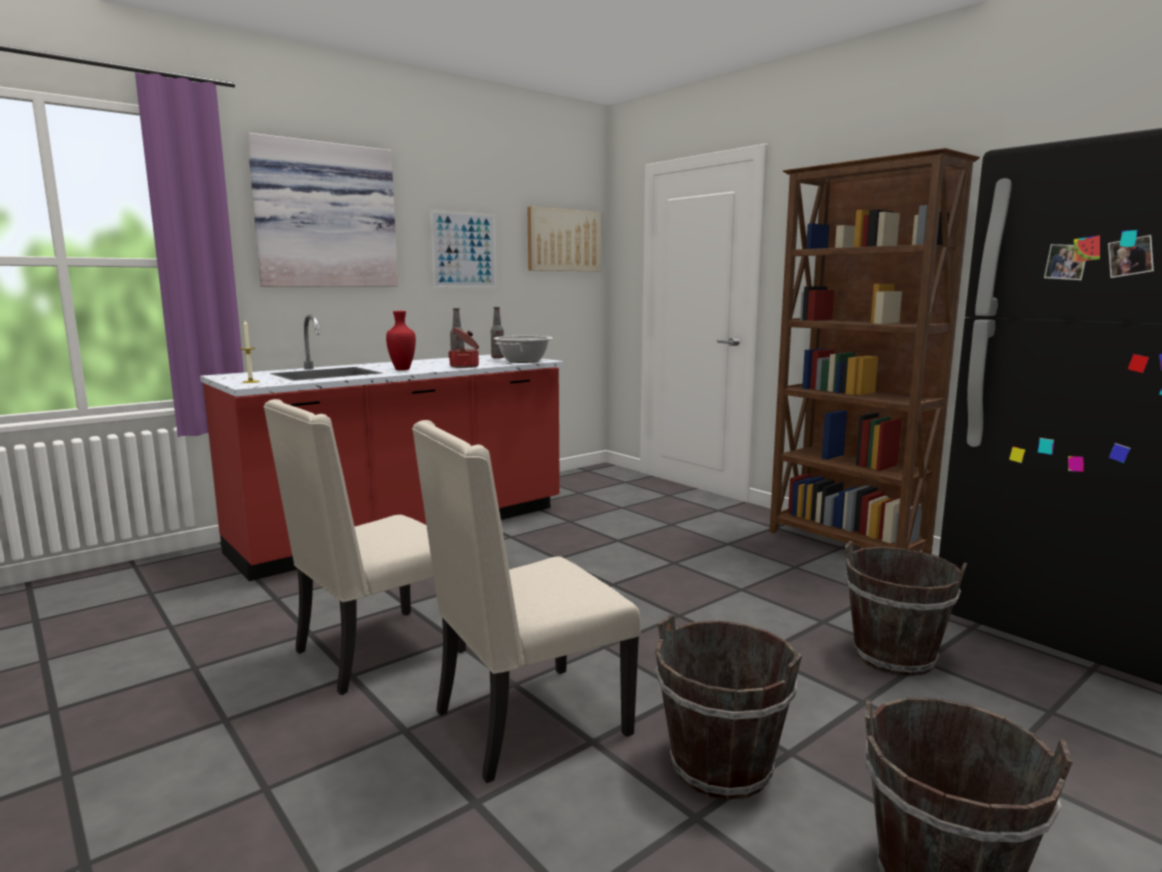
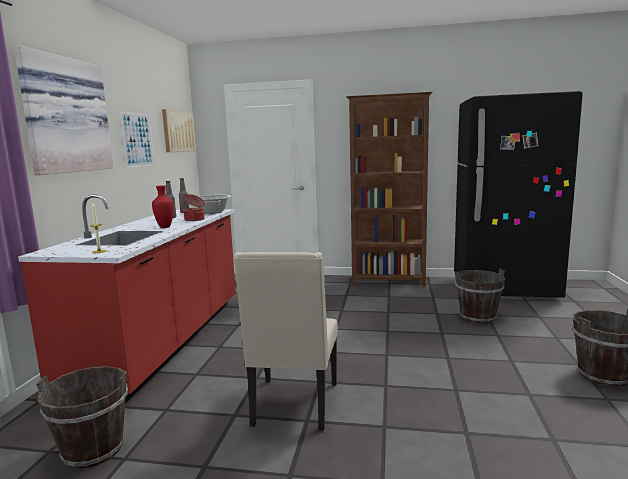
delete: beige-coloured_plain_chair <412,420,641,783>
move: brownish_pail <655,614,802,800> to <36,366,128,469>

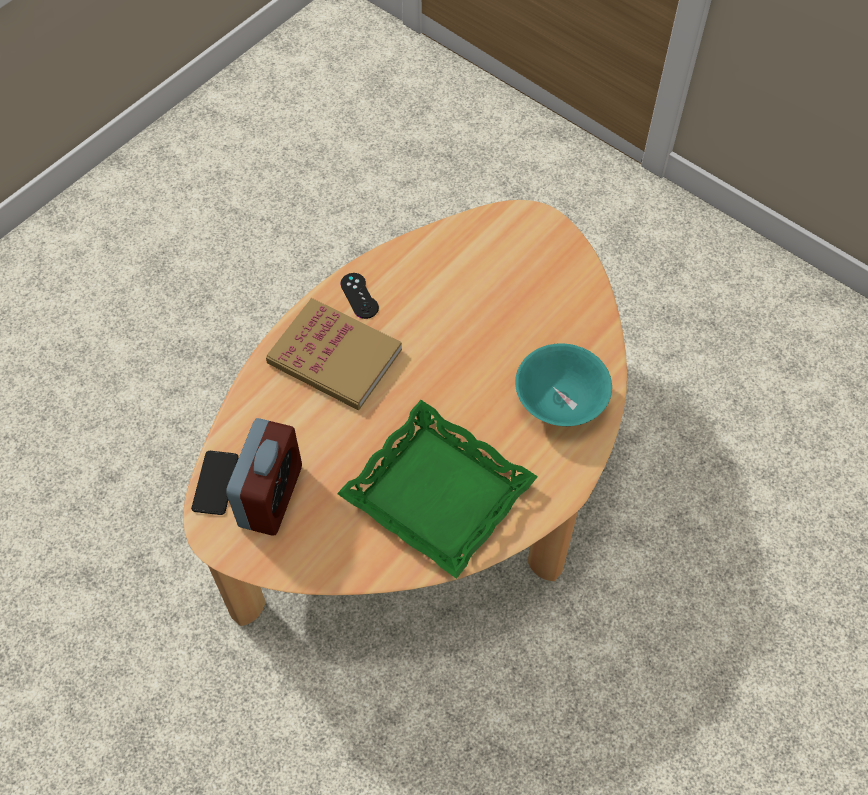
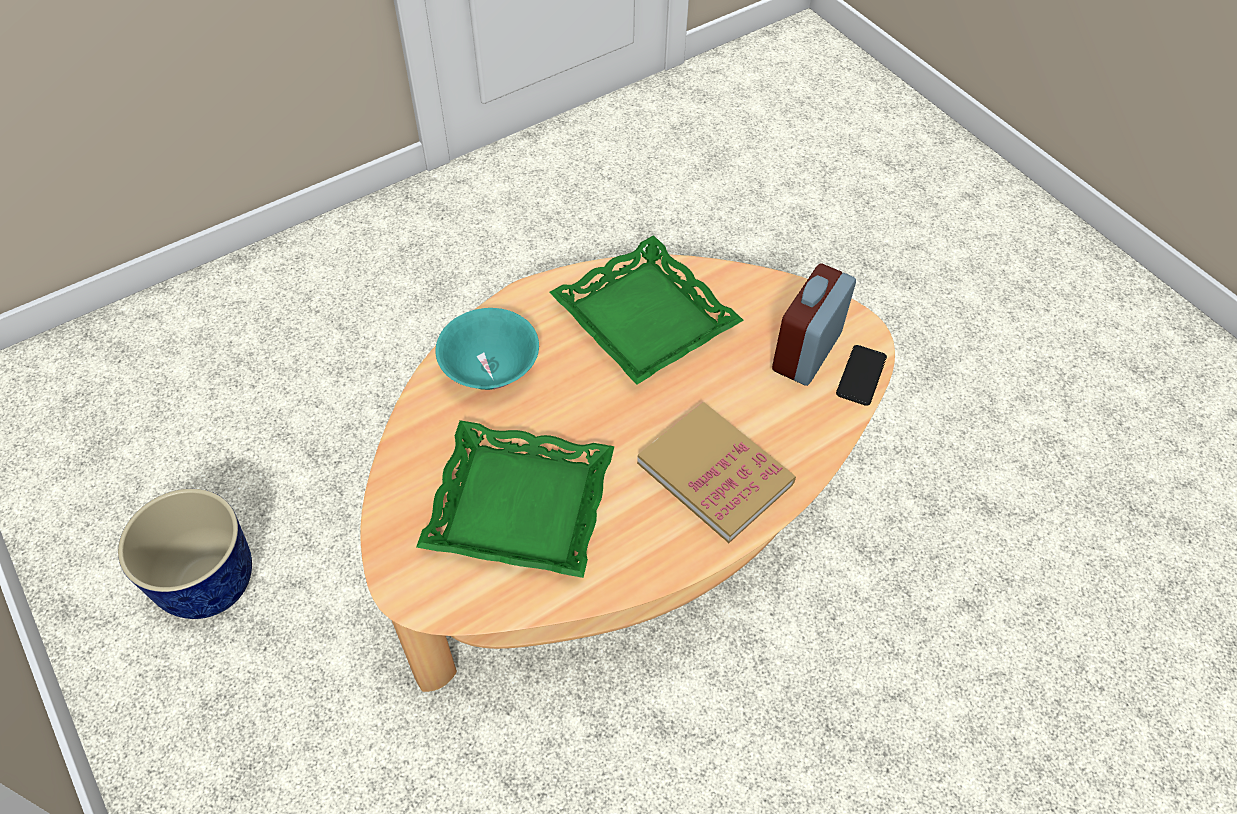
delete: black_joypad <340,273,379,319>
insert: greenish_tray <416,420,614,578>; flower_pot <118,489,252,619>

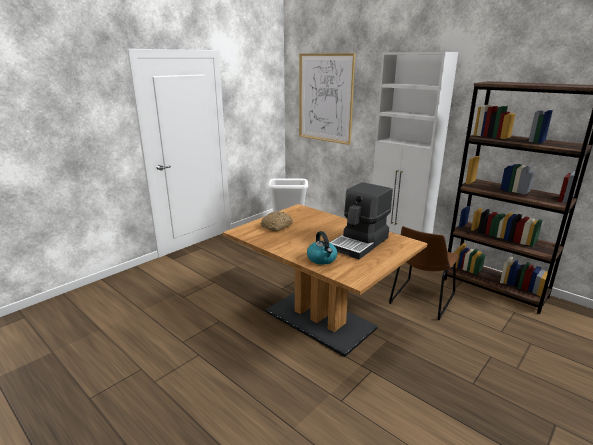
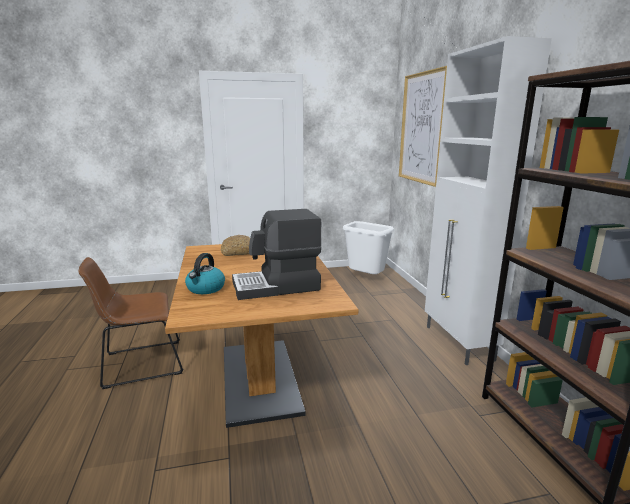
move: brownish_plain_chair <389,226,459,320> to <79,257,183,389>

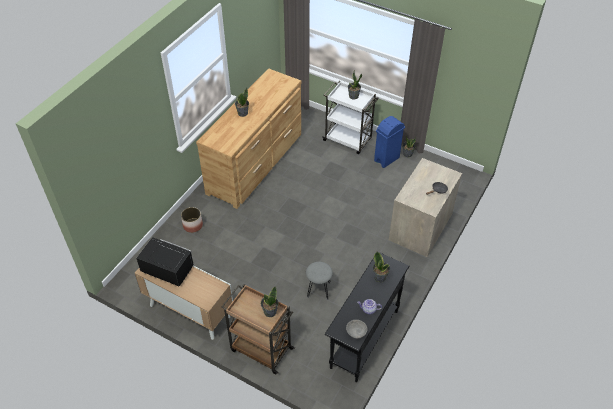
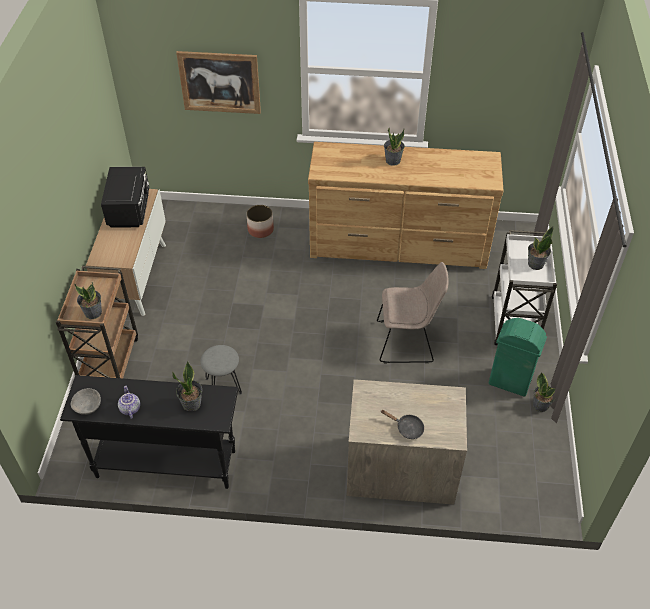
insert: wall_picture <176,51,261,114>; beige-coloured_plain_chair <377,262,449,364>
recolor: blue-coloured_trash_can <374,116,405,168> to greenish_trash_can <489,318,547,397>

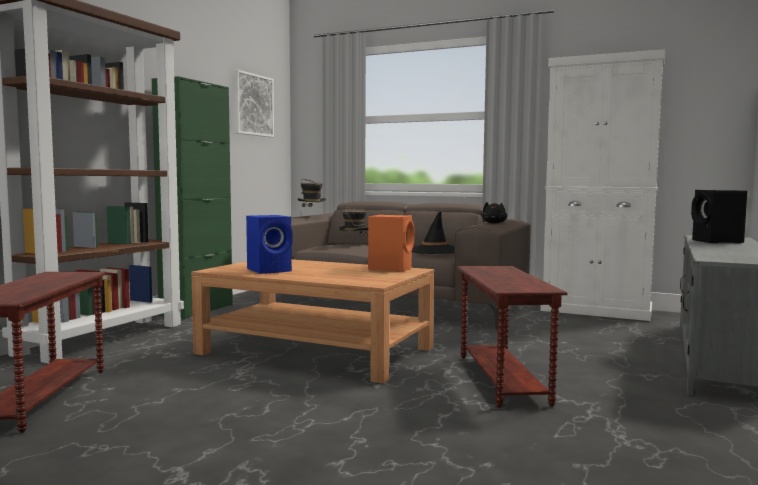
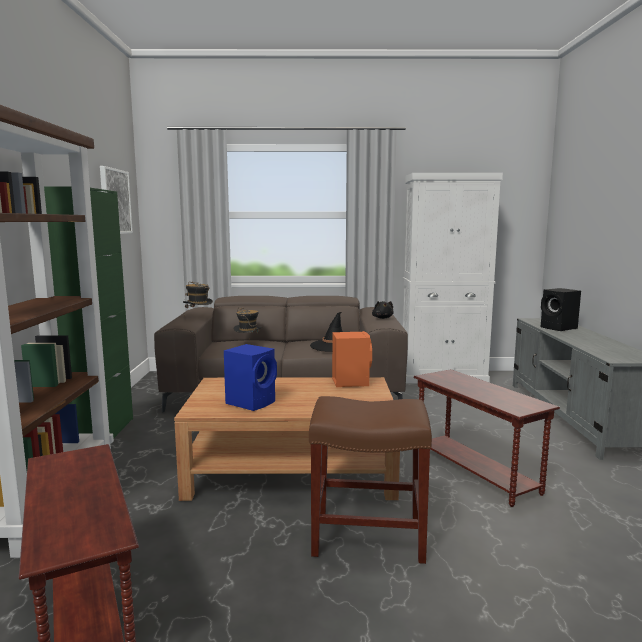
insert: brownish_stool <309,396,432,564>

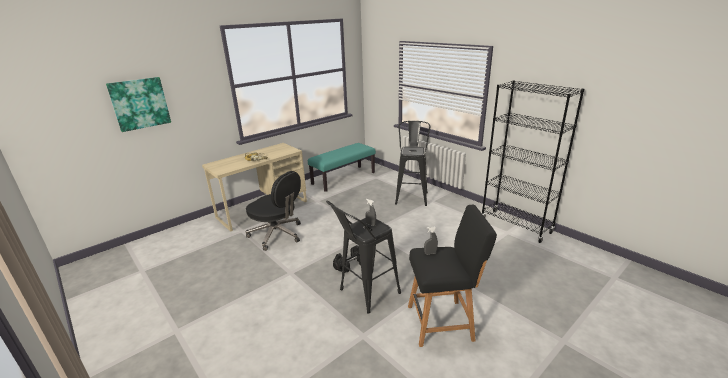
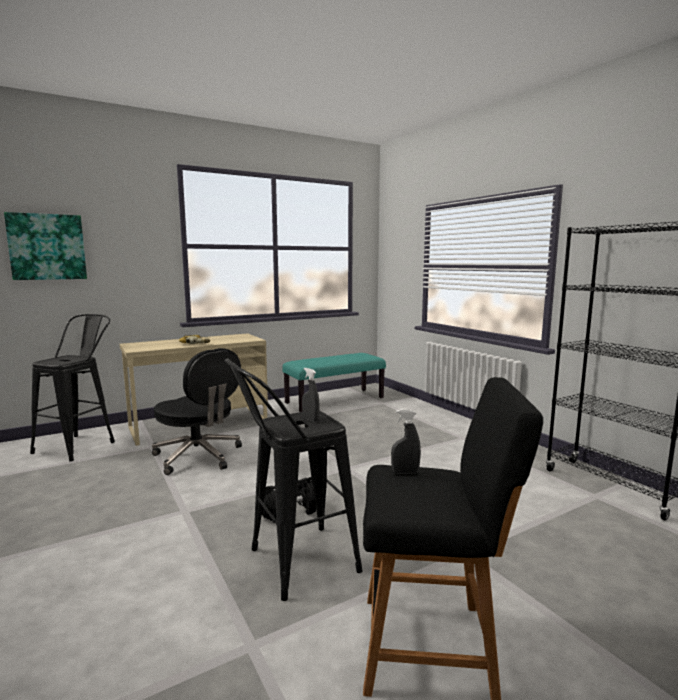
move: black_stool <395,121,431,206> to <30,314,115,462>

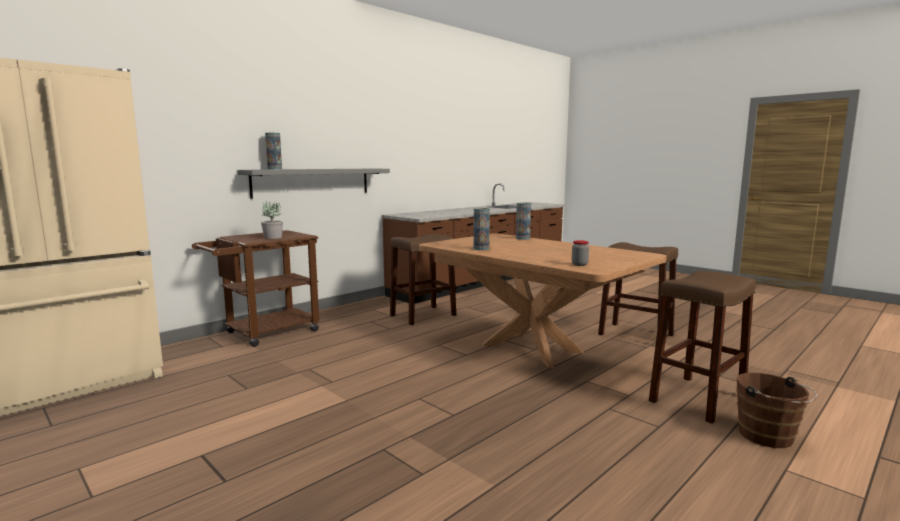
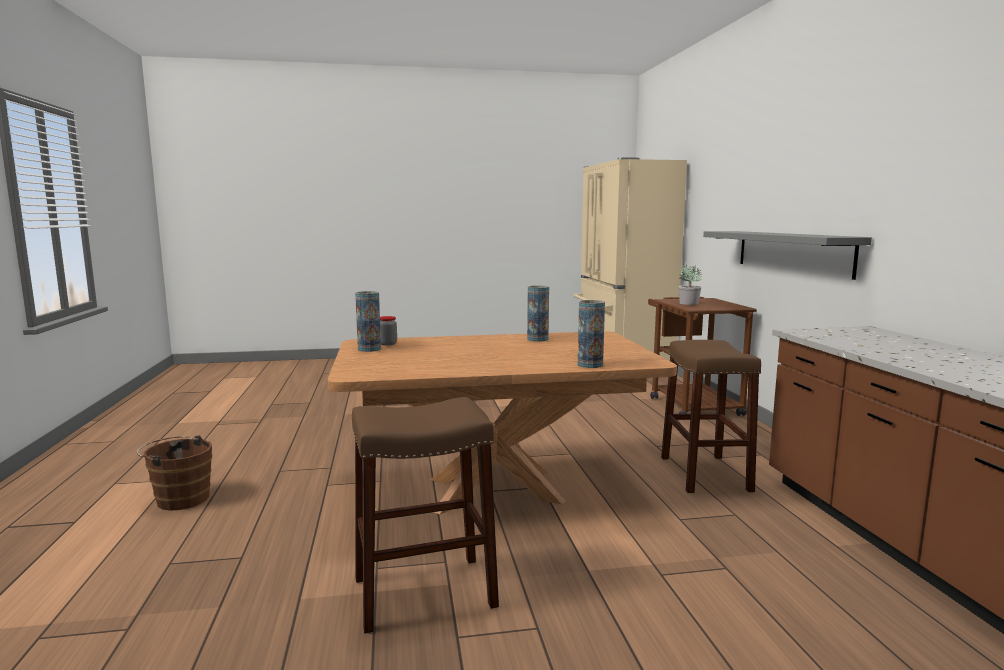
delete: brownish_stool <649,270,756,424>
move: flower_vase <265,133,282,169> to <355,291,381,352>

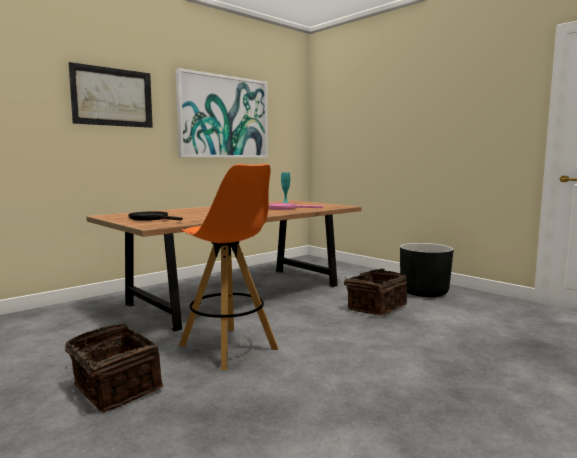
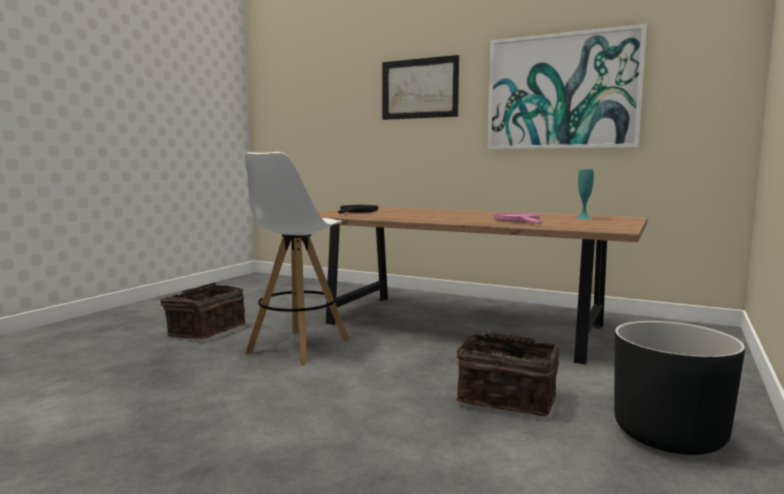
recolor: orange_stool <179,164,278,370> to whitish_stool <245,152,350,365>

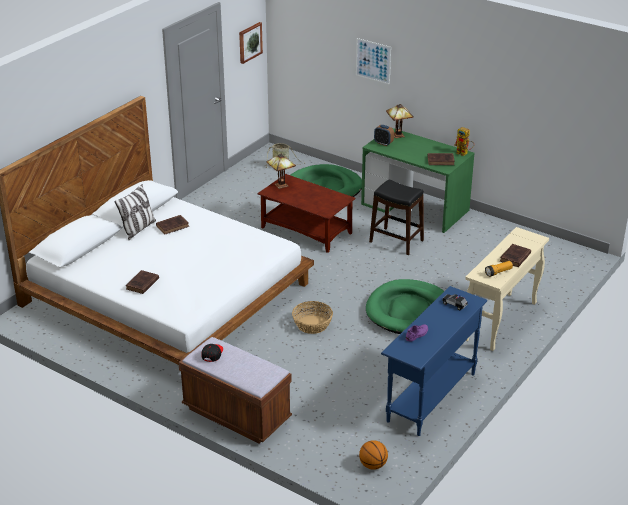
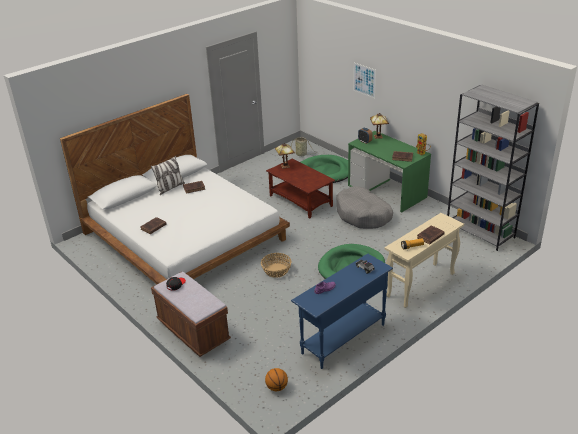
delete: wall_picture <239,22,263,64>
insert: greyish_bookcase <447,85,539,251>
replace: black_stool <369,180,424,255> to greyish_dog_bed <336,186,393,229>

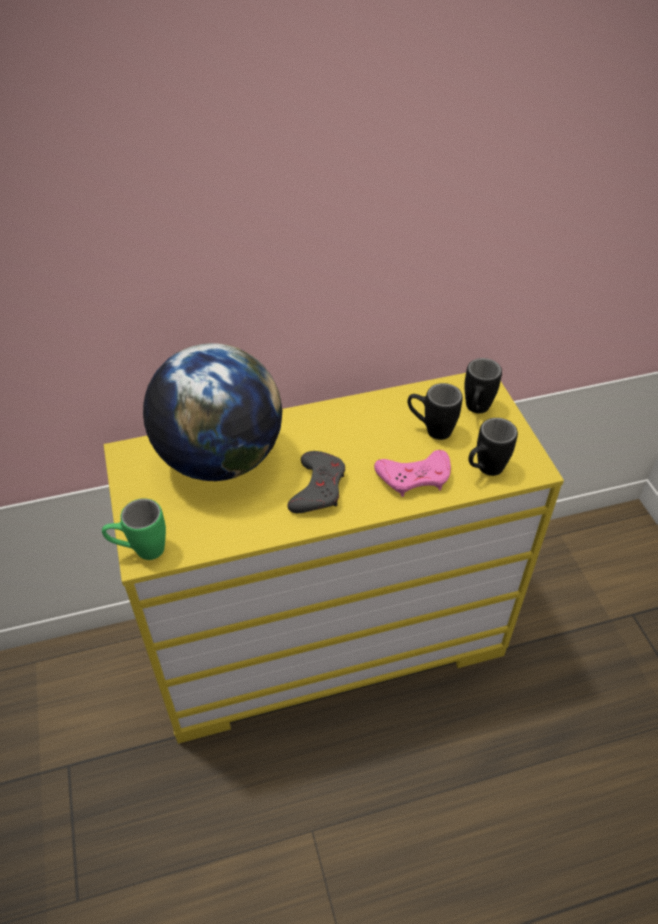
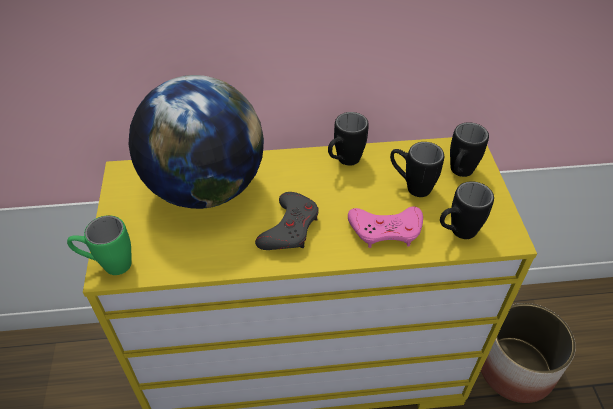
insert: black_coffee_mug <328,112,369,166>; flower_pot <481,303,576,403>

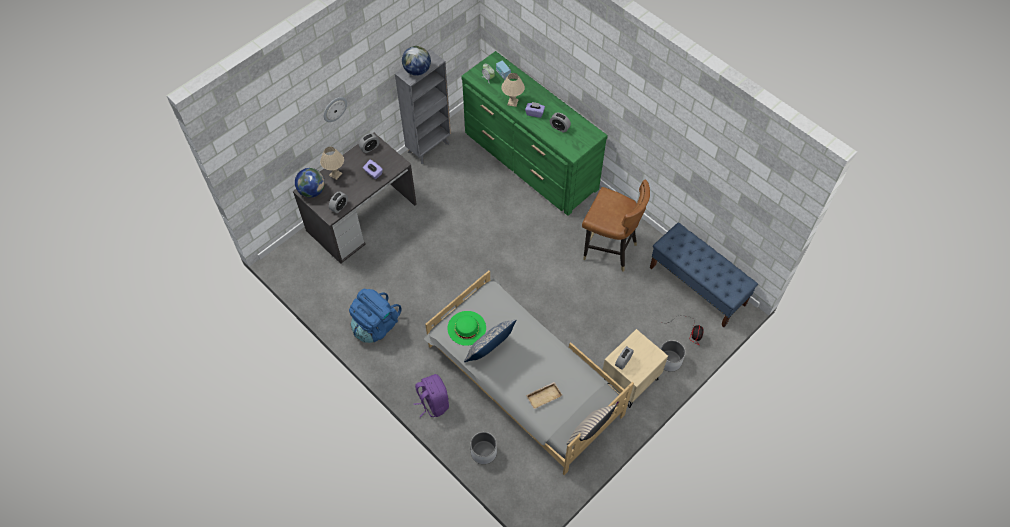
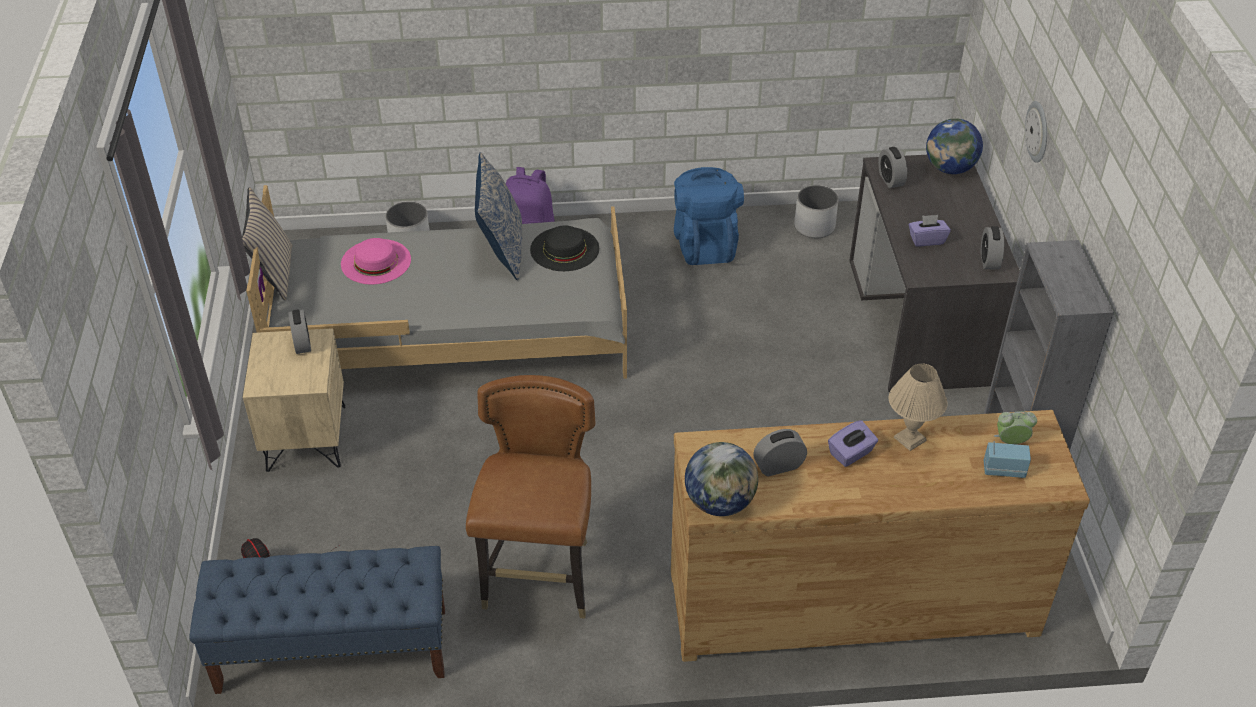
delete: beige-coloured_lamp_for_a_table <320,147,344,180>
move: globe <402,46,431,76> to <685,442,758,516>; whitish_flower_pot <661,340,685,372> to <794,185,839,238>
replace: beige-coloured_tray <526,382,562,409> to pink_wearable_hat <341,238,411,285>
recolor: greenish_chest_of_drawers <461,51,608,216> to brownish_chest_of_drawers <671,410,1090,662>; greenish_wearable_hat <447,311,486,346> to black_wearable_hat <530,226,599,271>
rotate: brownish_plain_chair <582,180,650,271> = <466,375,596,619> 120 degrees clockwise

